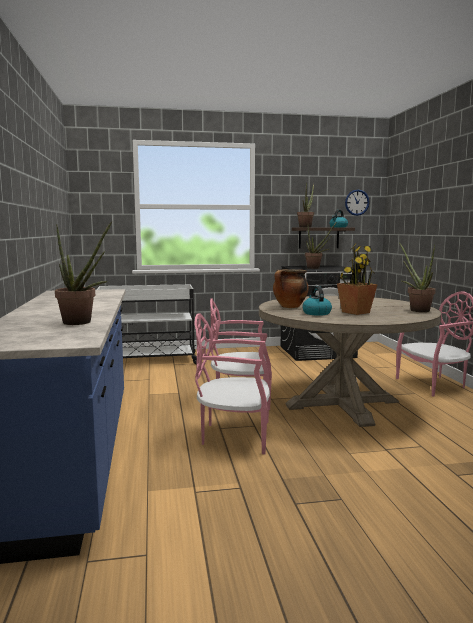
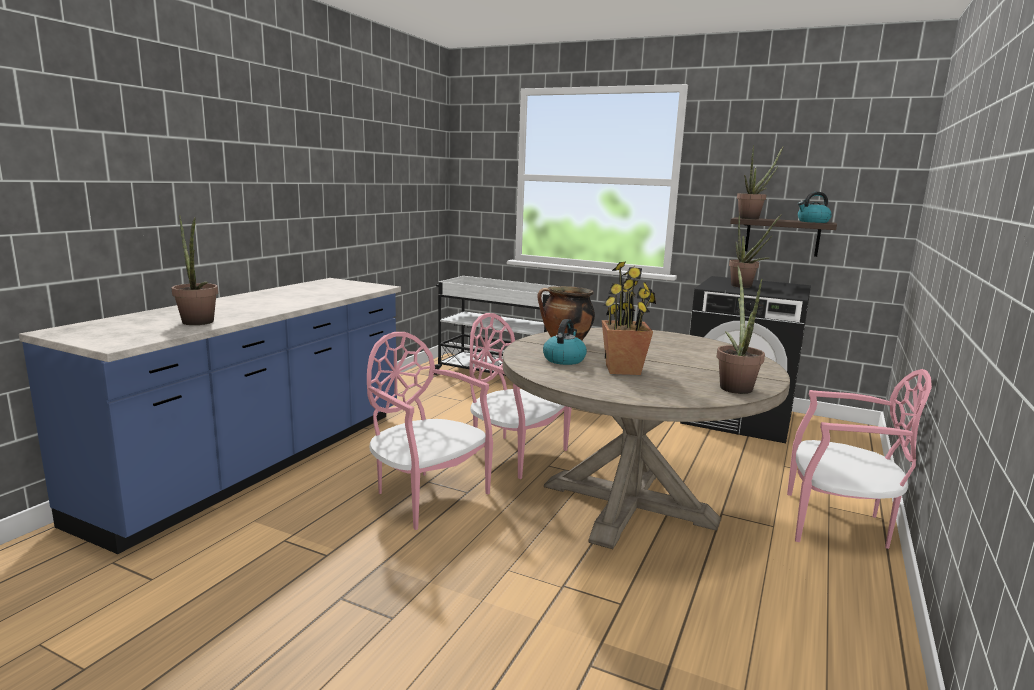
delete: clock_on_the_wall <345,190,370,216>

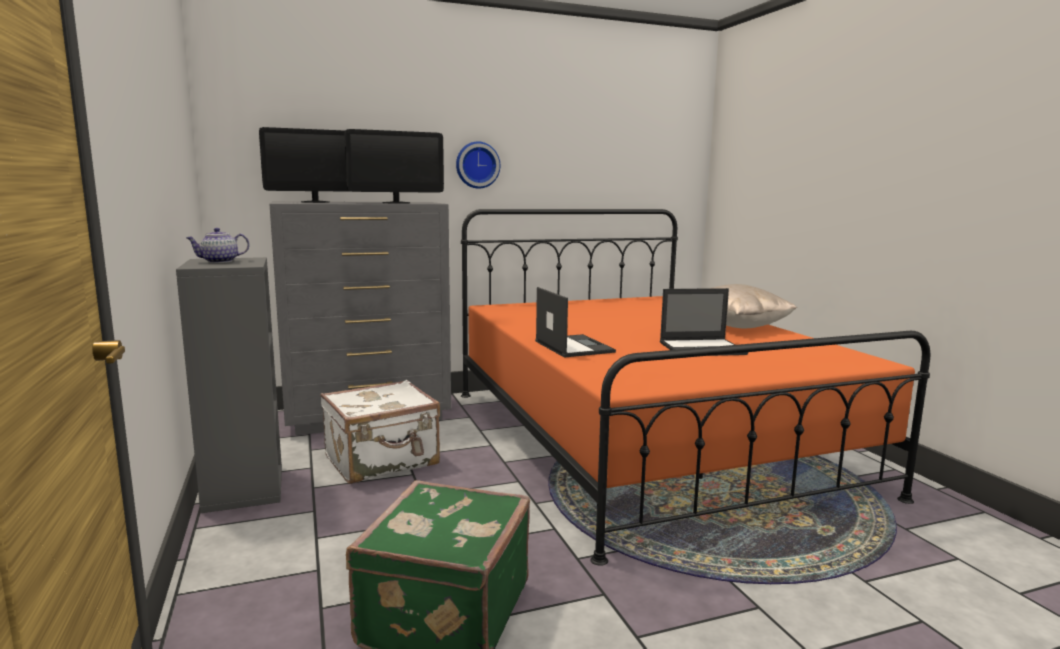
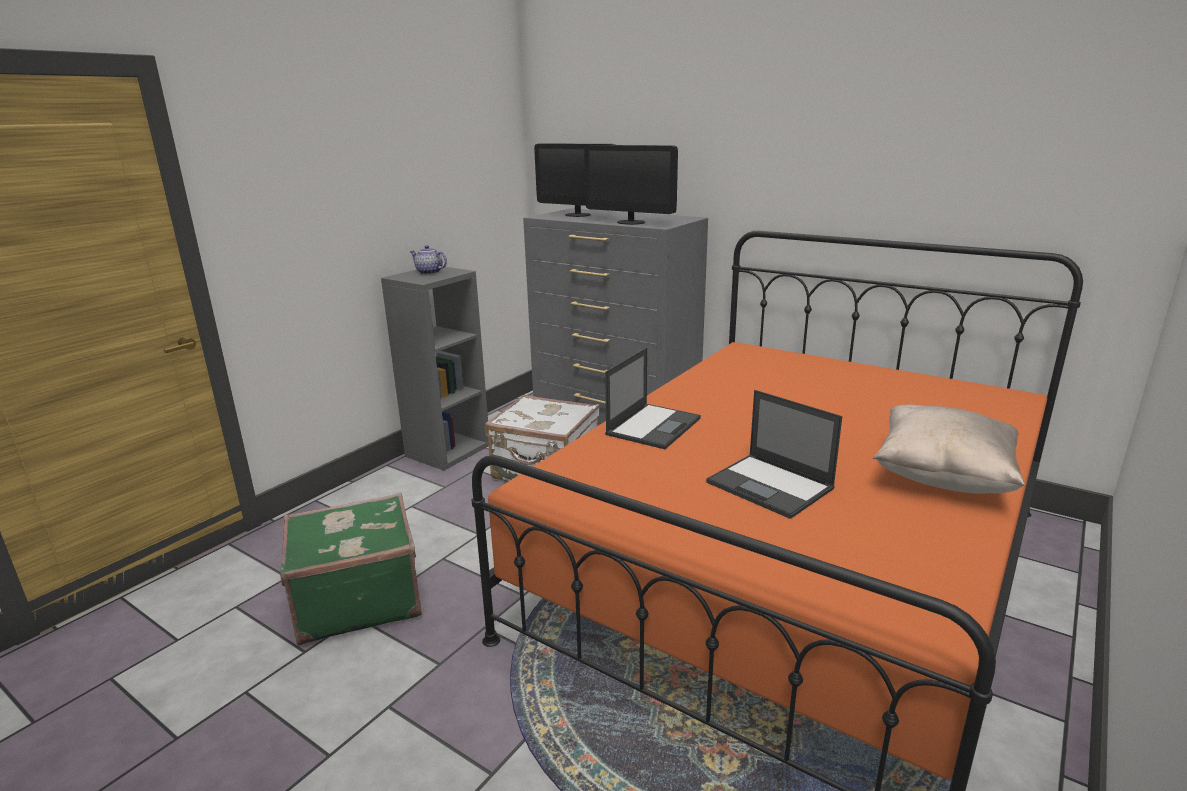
delete: clock_on_the_wall <456,142,500,189>

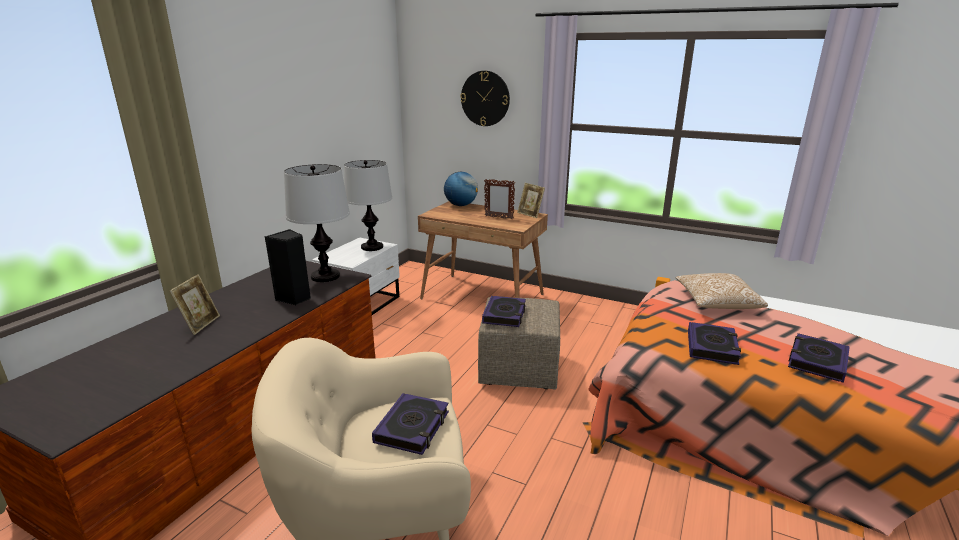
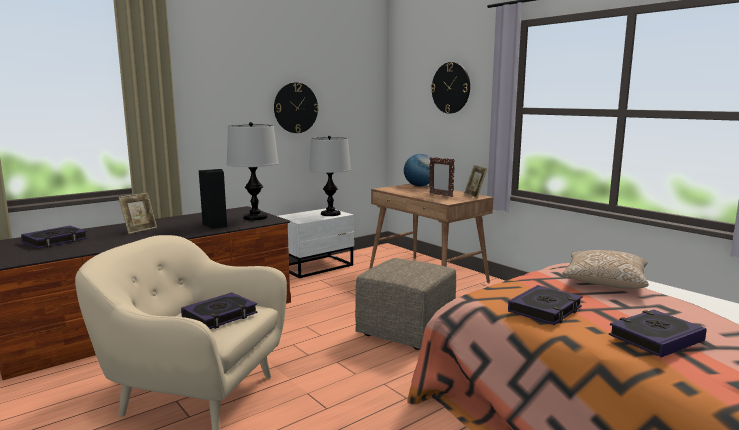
insert: clock_on_the_wall <274,82,319,133>
move: book <482,296,526,327> to <21,226,88,248>

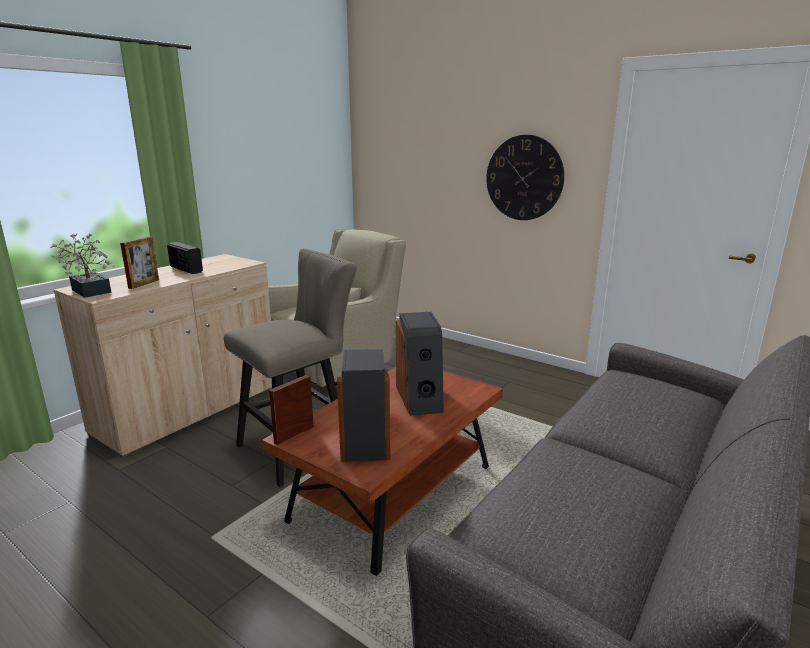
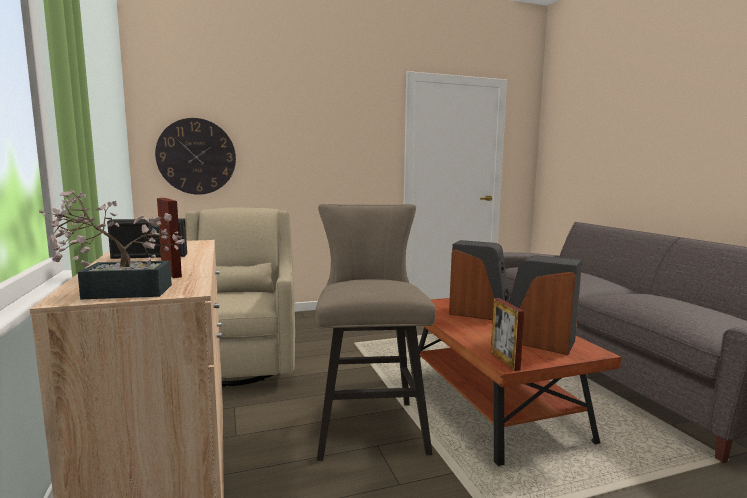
move: clock_on_the_wall <486,135,564,220> to <155,118,236,195>

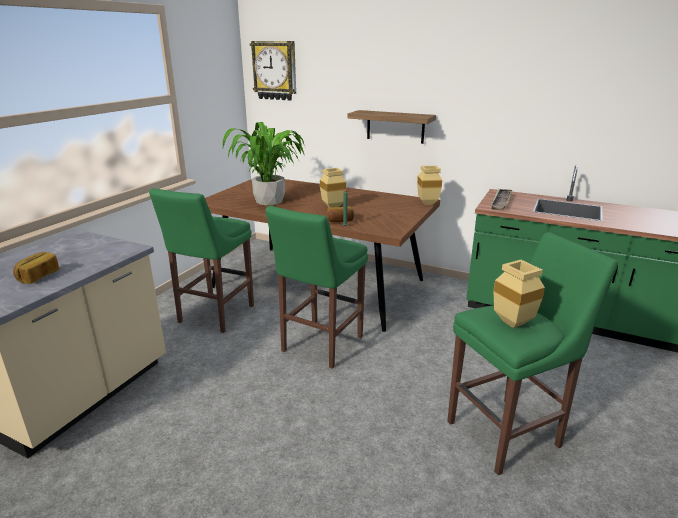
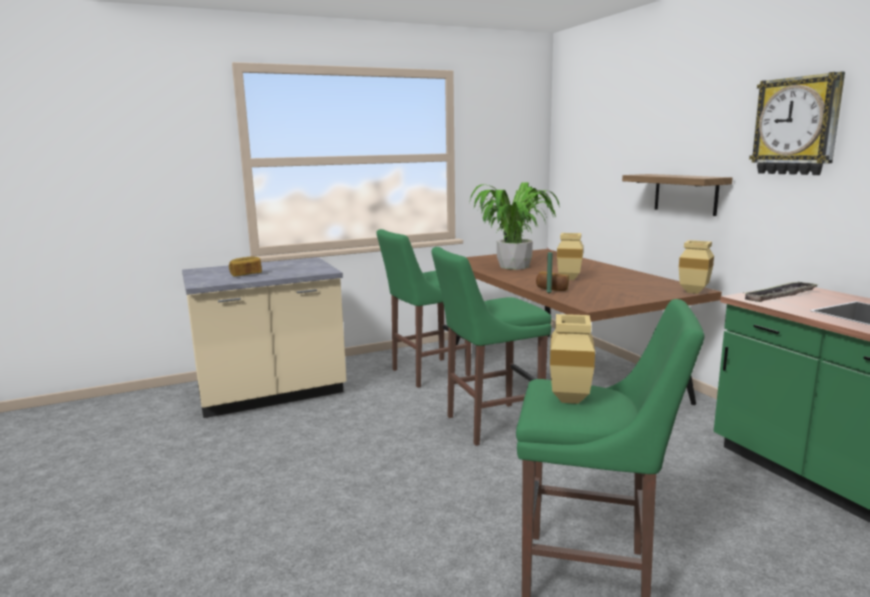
move: clock_on_the_wall <250,41,296,101> to <749,72,845,175>

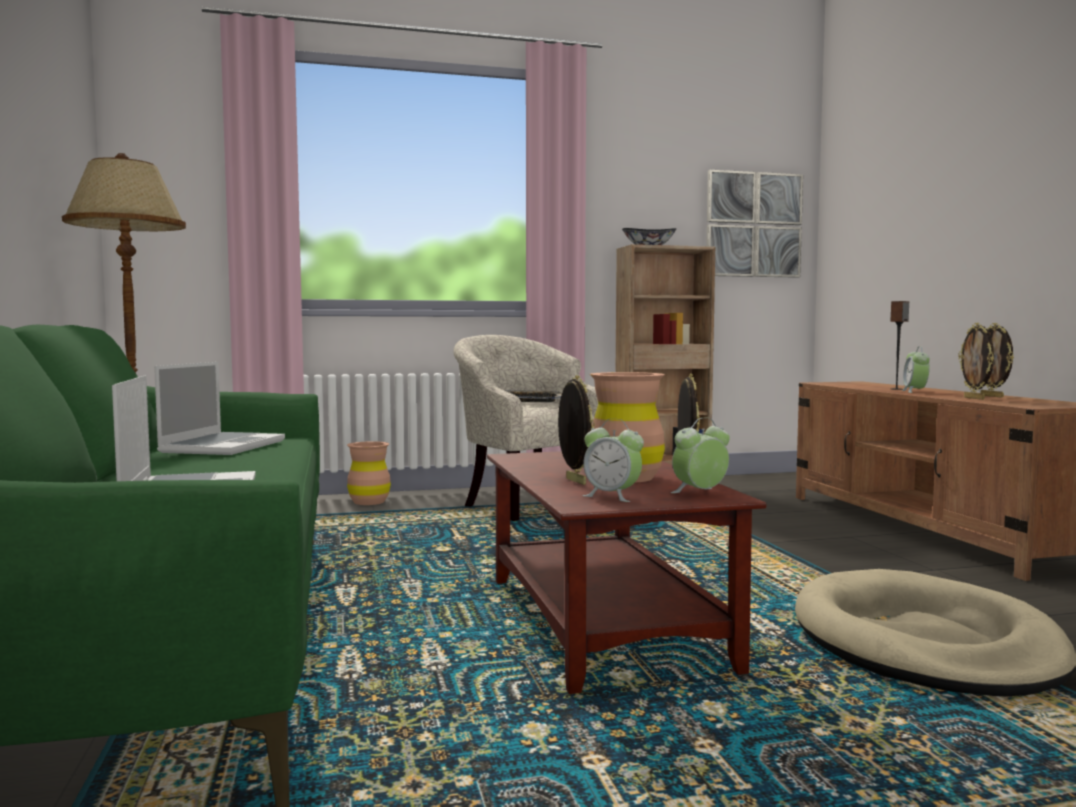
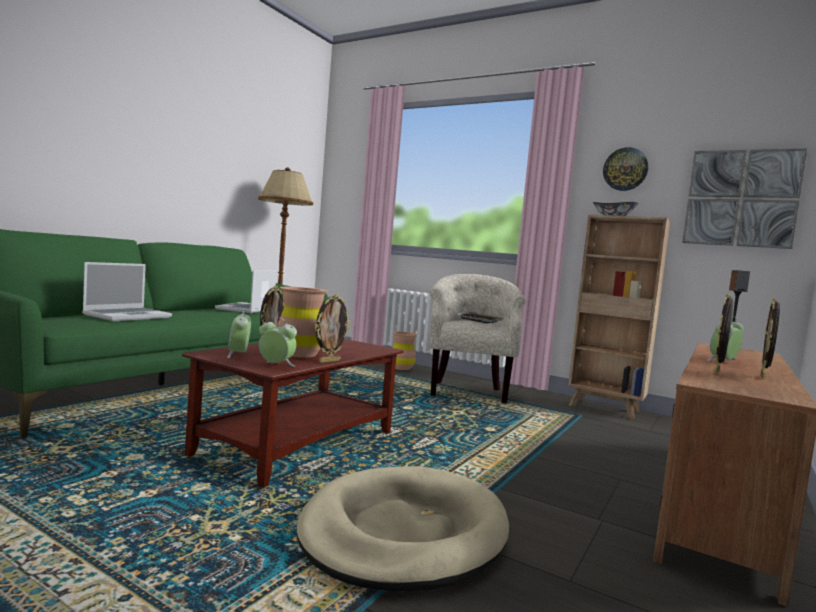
insert: clock_on_the_wall <603,147,649,191>
rotate: laptop <154,362,285,455> = <215,270,277,313> 135 degrees clockwise

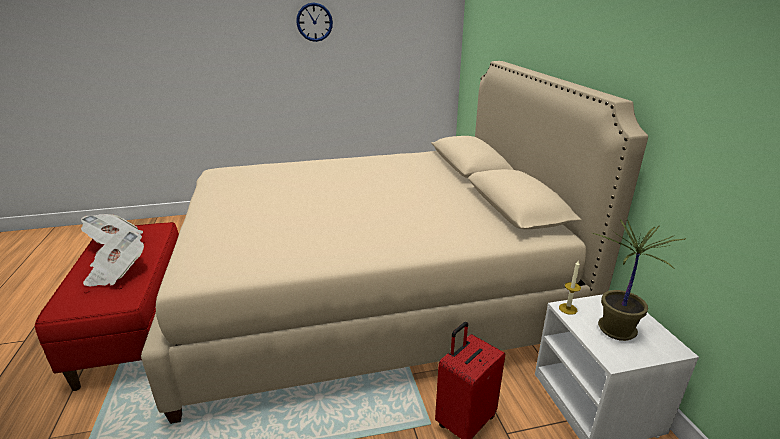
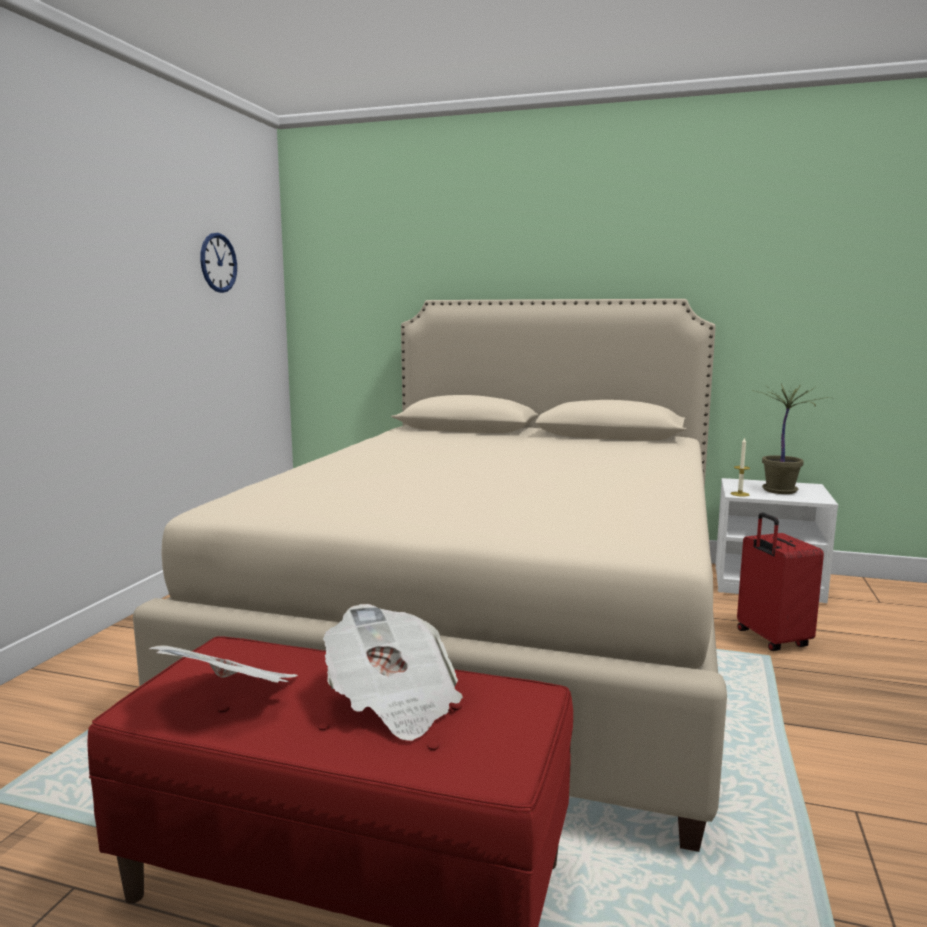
move: clock_on_the_wall <296,2,333,42> to <200,233,237,293>

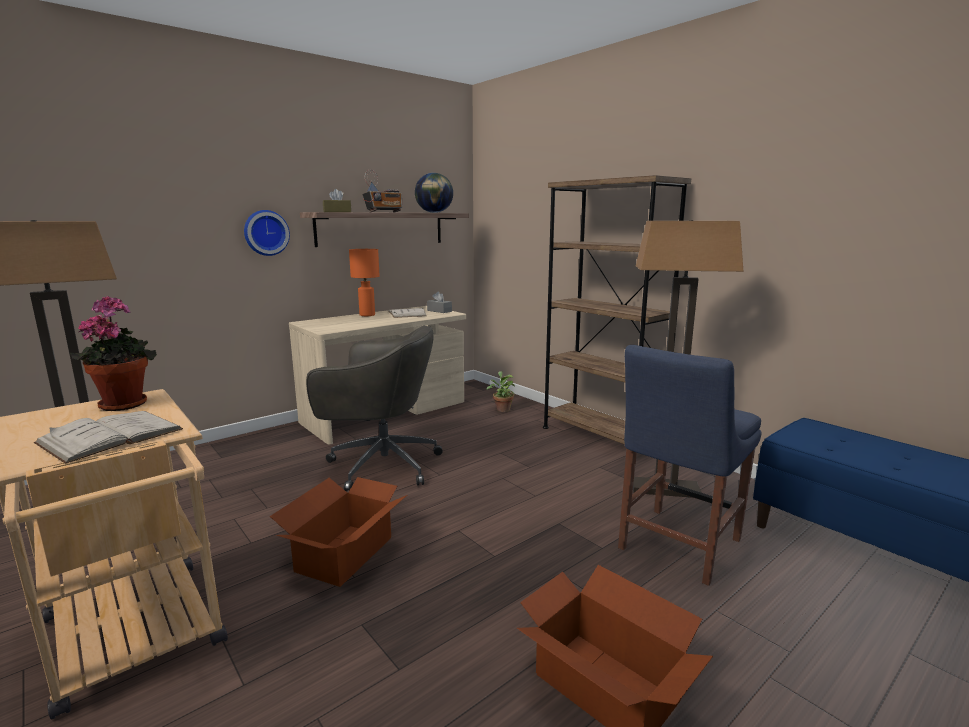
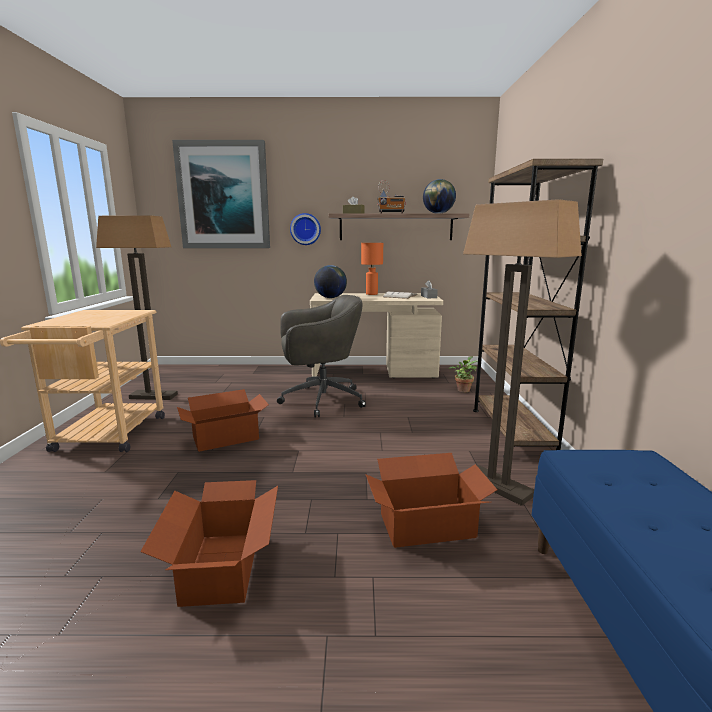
delete: houseplant <70,296,157,411>; whitish_book <34,411,183,464>
insert: wall_picture <172,140,270,248>; globe <314,265,347,298>
replace: blue-coloured_plain_chair <618,345,762,586> to carton <365,453,497,548>
rotate: greyish_desk_chair <306,326,443,491> = <277,295,366,418> 60 degrees counterclockwise

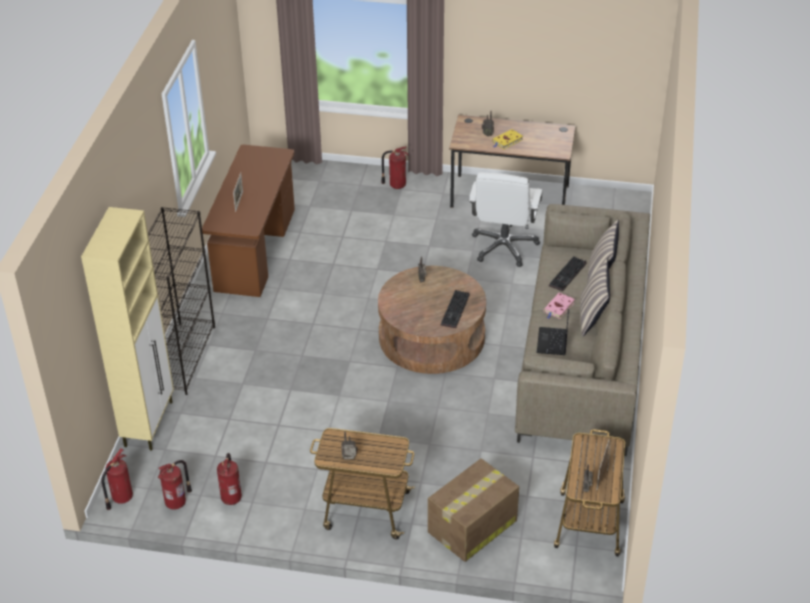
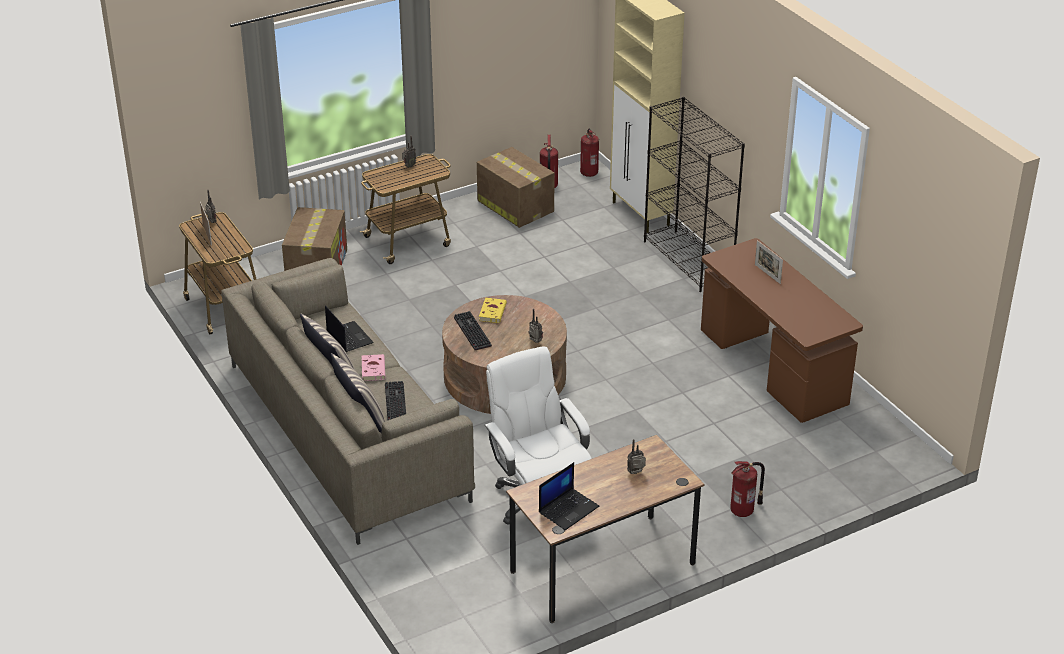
insert: laptop <539,462,599,530>
move: yellow-coloured_book <492,129,523,149> to <479,298,507,323>
replace: fire_extinguisher <217,453,242,505> to carton <477,147,555,228>

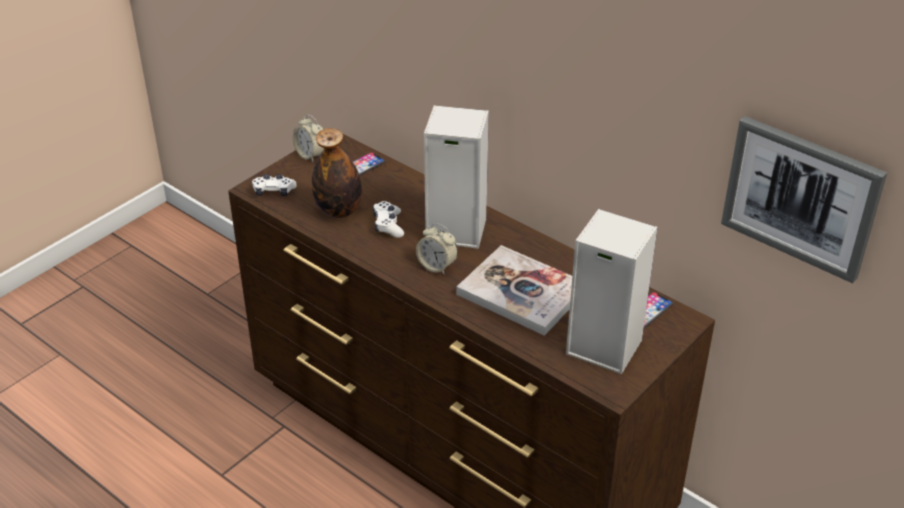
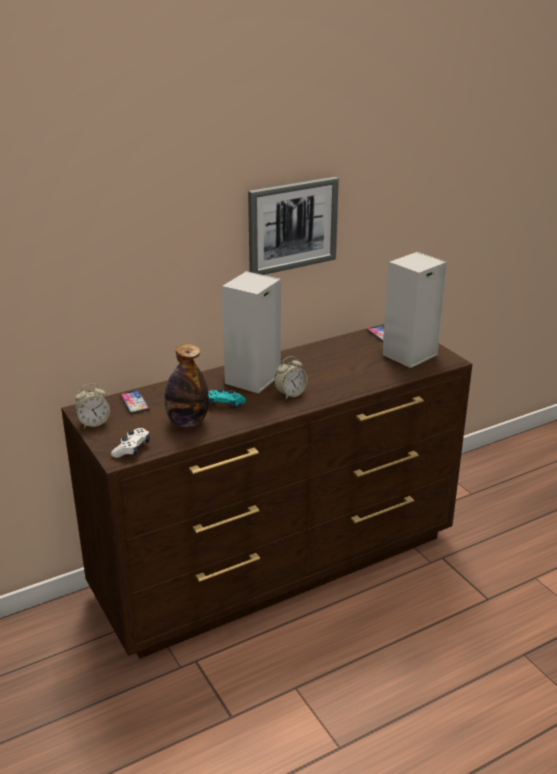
delete: book <457,245,572,336>
move: wall_picture <721,116,887,283> to <248,177,339,275>
recolor: whitish_joypad <373,201,404,238> to turquoise_joypad <208,388,246,408>

